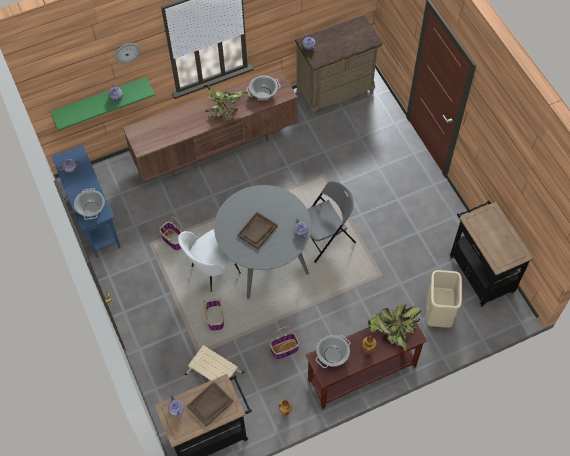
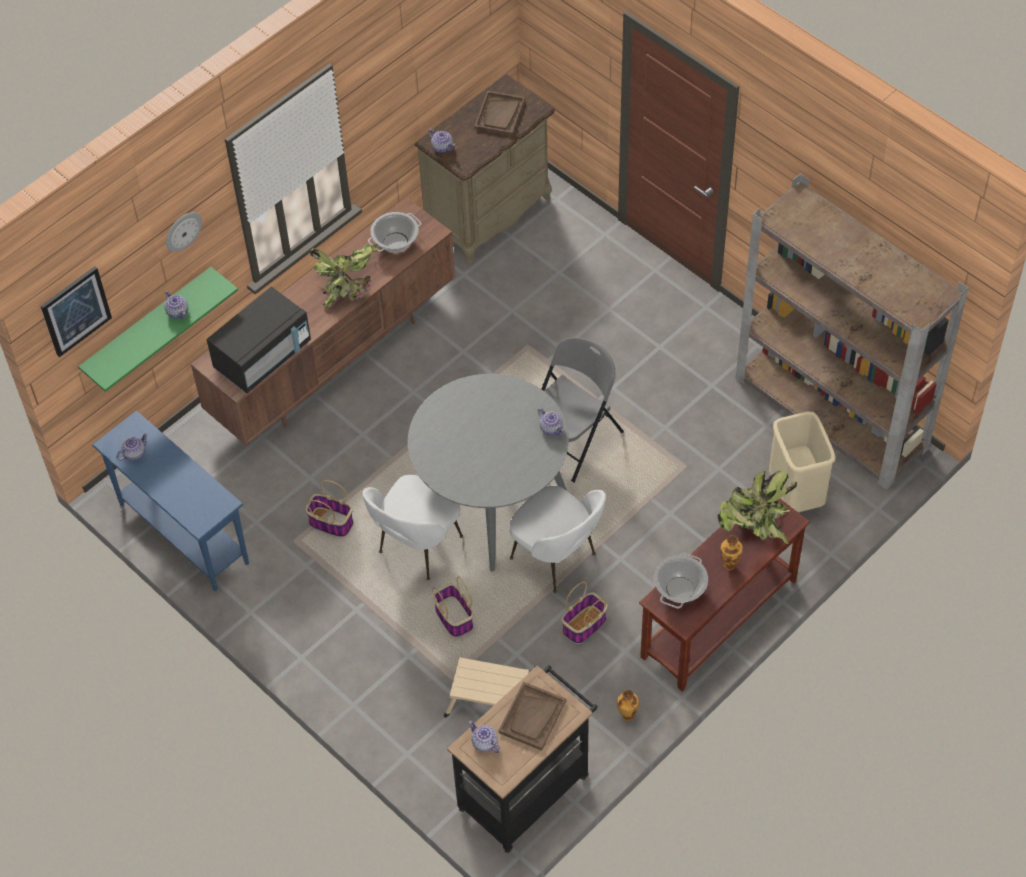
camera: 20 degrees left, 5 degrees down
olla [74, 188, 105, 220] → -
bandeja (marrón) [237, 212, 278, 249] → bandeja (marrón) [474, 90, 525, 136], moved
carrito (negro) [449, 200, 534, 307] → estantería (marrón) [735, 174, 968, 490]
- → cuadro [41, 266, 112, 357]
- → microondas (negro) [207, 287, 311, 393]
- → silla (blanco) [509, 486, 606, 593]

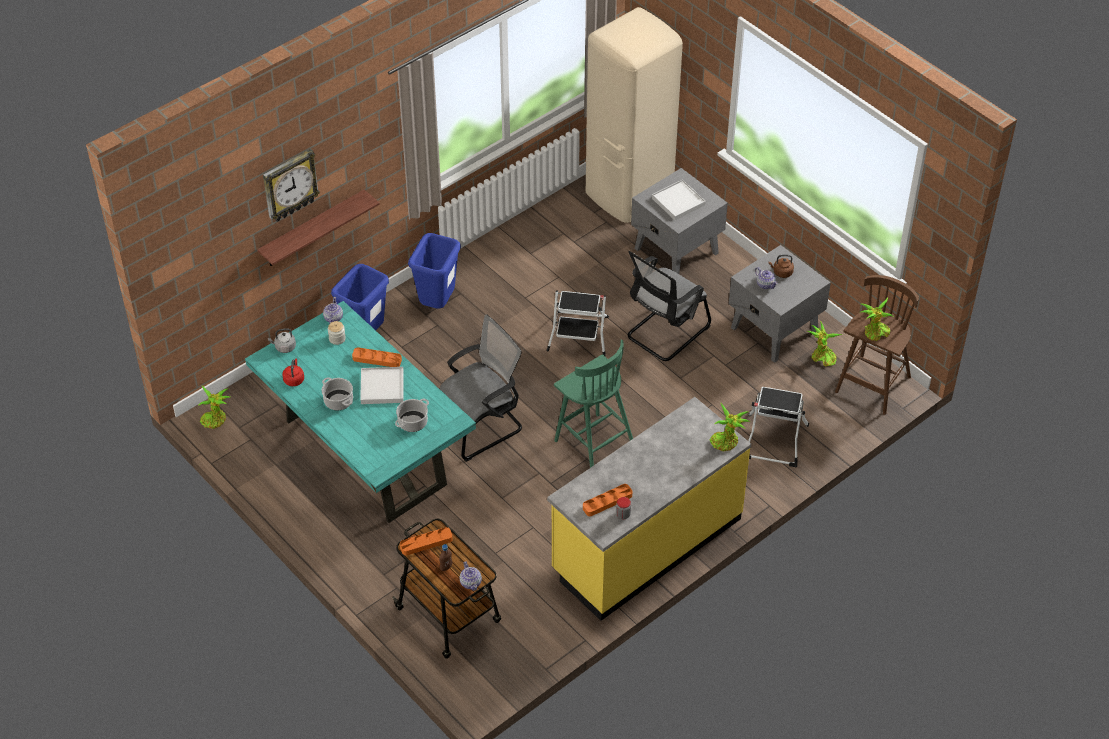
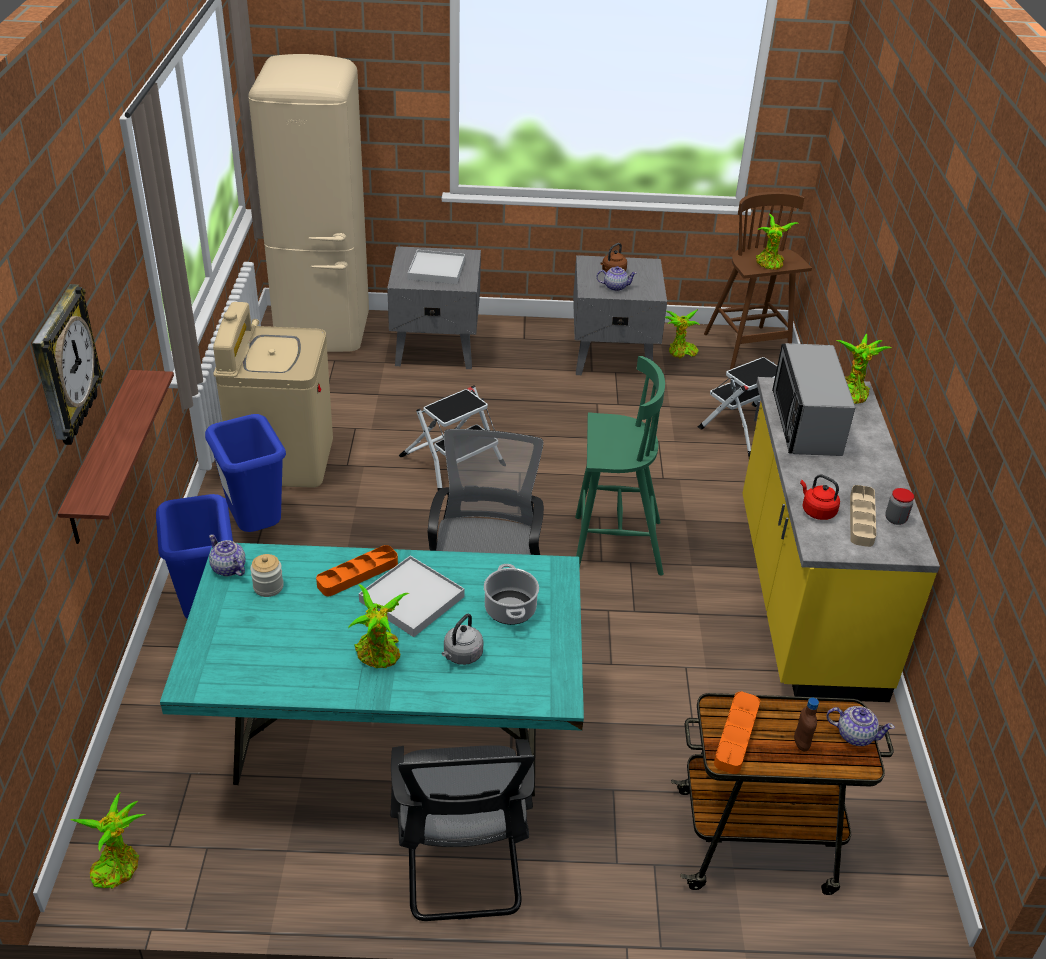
camera: 50 degrees left, 10 degrees down
hervidor (gris) [268, 328, 296, 353] → hervidor (gris) [441, 614, 483, 665], moved
hervidor (rojo) [282, 359, 304, 386] → hervidor (rojo) [800, 475, 840, 520], moved
olla [322, 377, 353, 410] → planta en maceta [348, 584, 409, 668]
bandeja (naranja) [583, 484, 632, 516] → bandeja (beis) [850, 485, 876, 547]
silla [628, 251, 711, 361] → silla [390, 739, 535, 921], moved
- → lavadora (beis) [213, 302, 333, 488]
- → microondas [772, 343, 855, 456]

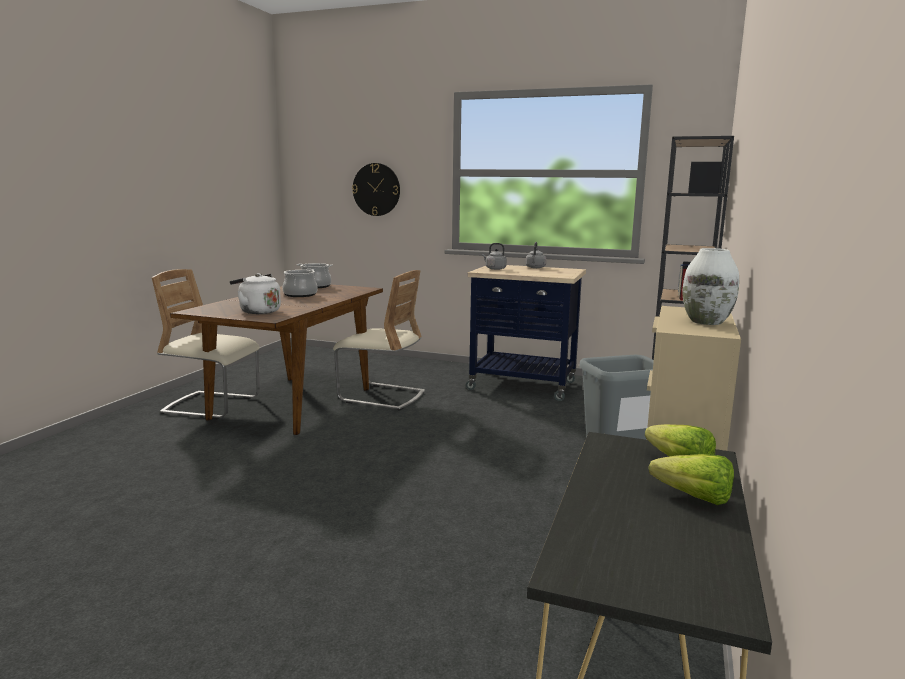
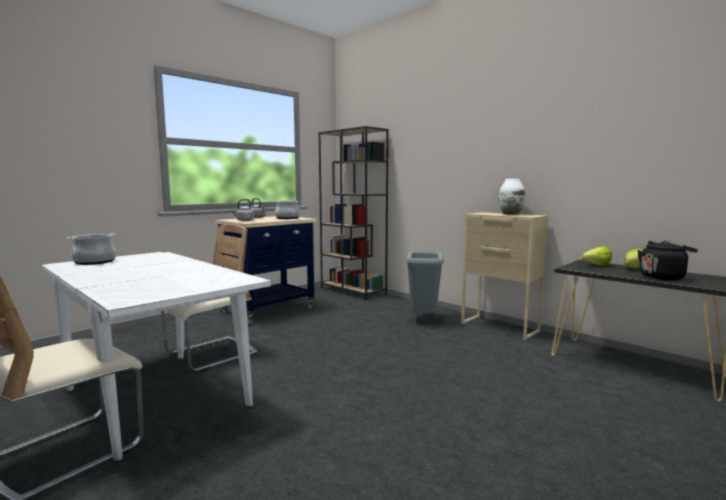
camera: 65 degrees left, 5 degrees down
mesa de comedor (marrón) [170, 284, 383, 435] → mesa de comedor (blanco) [42, 251, 271, 461]
hervidor (blanco) [230, 273, 281, 314] → -
olla [282, 269, 317, 297] → olla [275, 200, 300, 219], moved
reloj de pared [352, 163, 400, 216] → -
- → hervidor (negro) [637, 241, 698, 280]

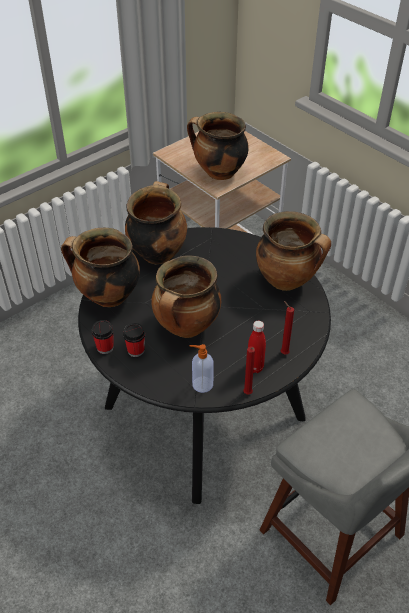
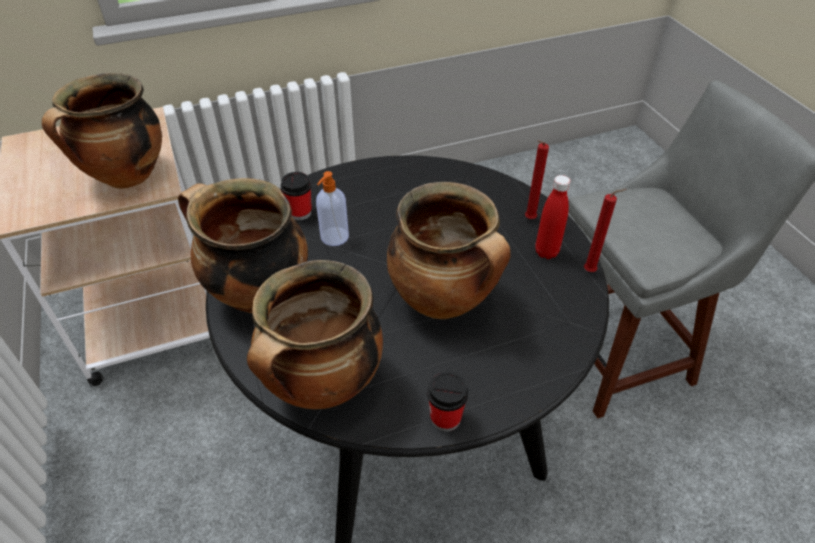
camera: 70 degrees left, 0 degrees up
taza [123, 323, 145, 357] → taza [281, 172, 312, 220], moved
dispensador de jabón [190, 344, 214, 393] → dispensador de jabón [316, 171, 349, 246], moved
olla [256, 211, 331, 291] → -

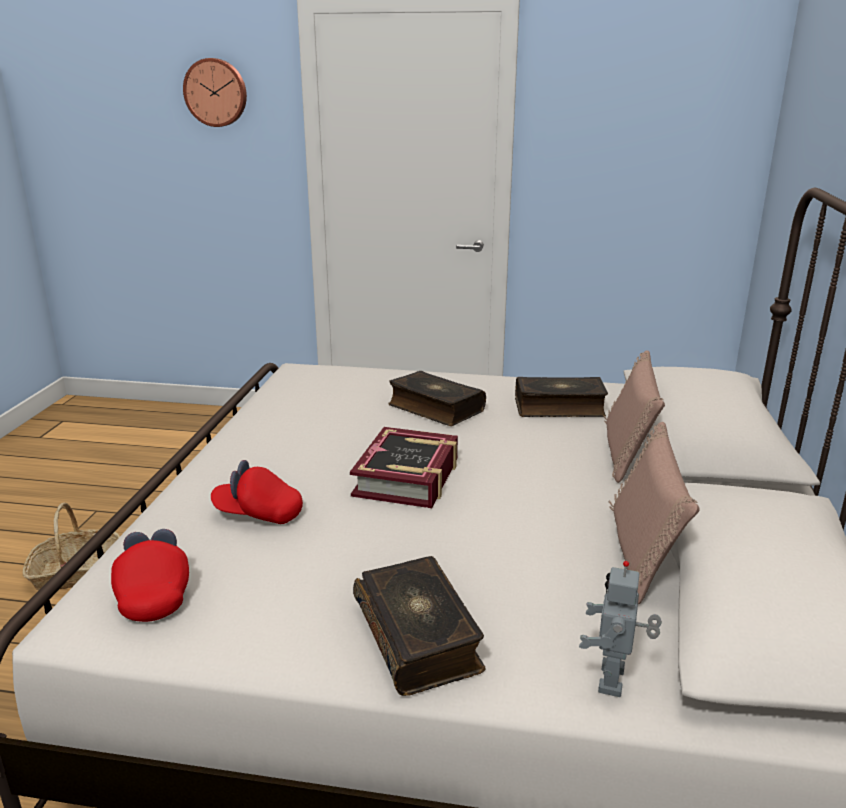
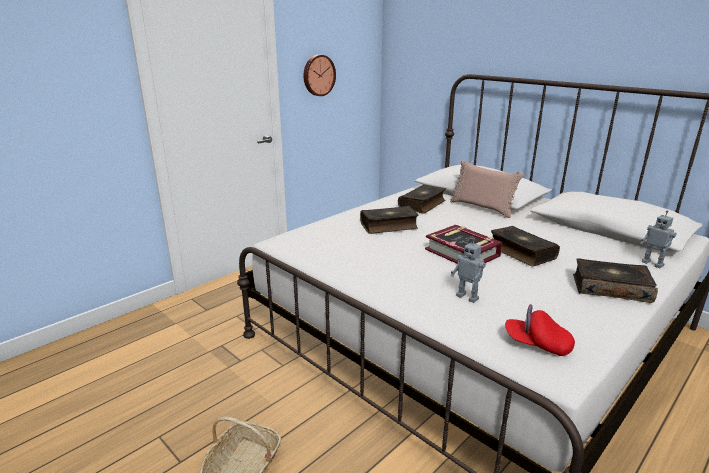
camera: 55 degrees left, 0 degrees up
reloj de pared [183, 58, 247, 127] → reloj de pared [303, 55, 336, 96], moved
gorra (rojo) [211, 460, 303, 524] → robot de juguete [451, 238, 486, 303]
cojín (beis) [609, 422, 700, 604] → -
- → libro [491, 226, 560, 267]

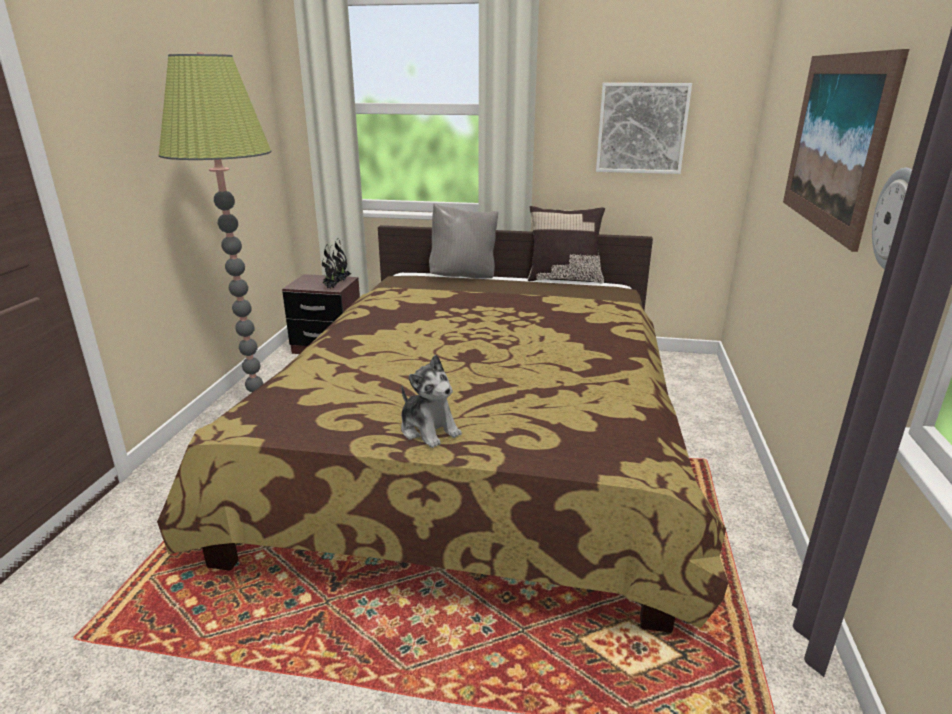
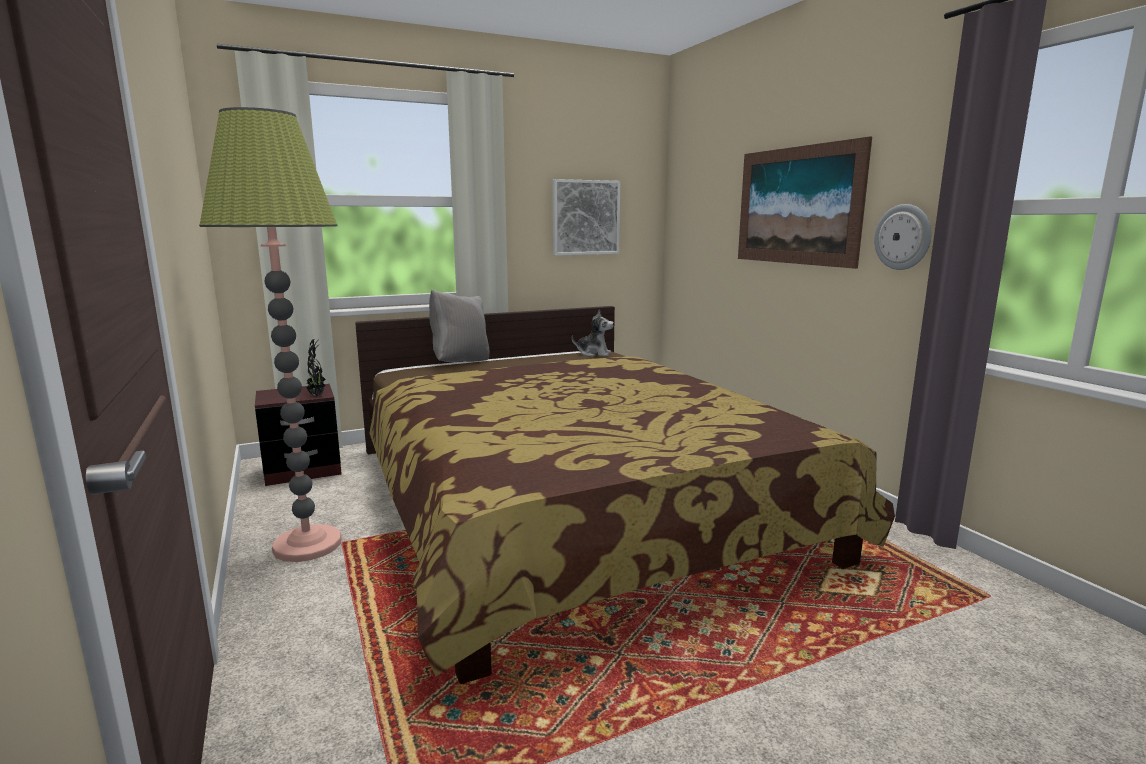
camera: 35 degrees left, 10 degrees down
peluche [401, 355, 462, 448] → peluche [572, 309, 614, 357], moved
cojín [528, 206, 605, 283] → -

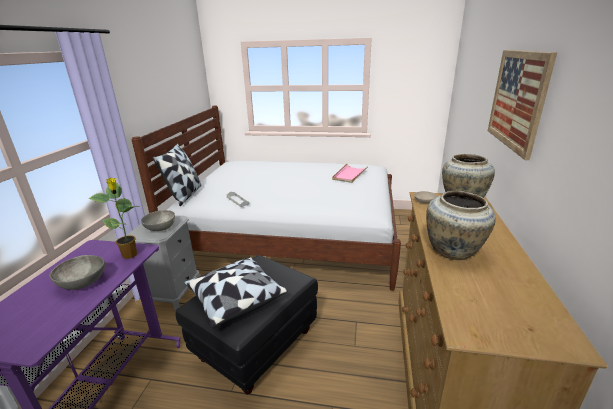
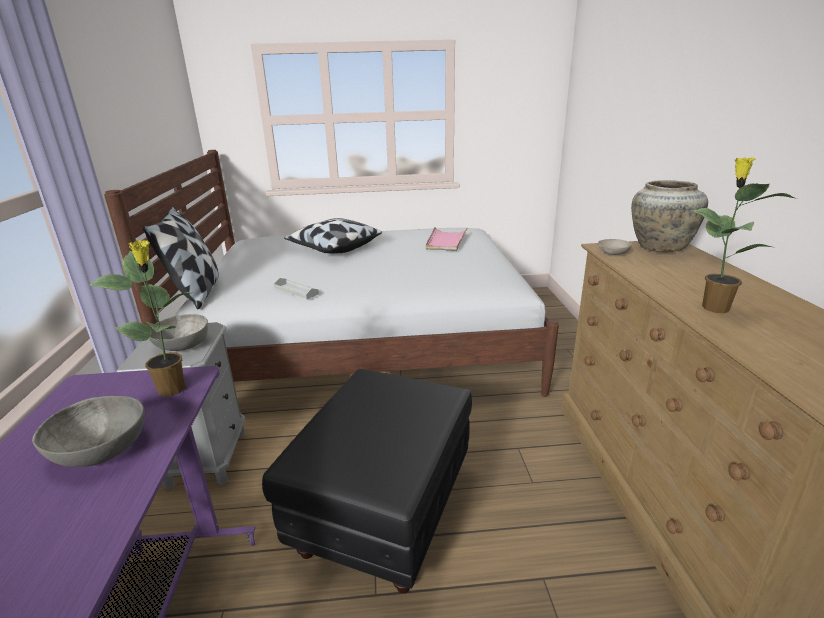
camera: 15 degrees left, 0 degrees up
cojín [184, 257, 288, 328] → cojín [284, 218, 382, 254], moved
florero (beis) [426, 191, 496, 260] → planta en maceta [691, 157, 798, 313]
cuadro [488, 50, 557, 160] → -

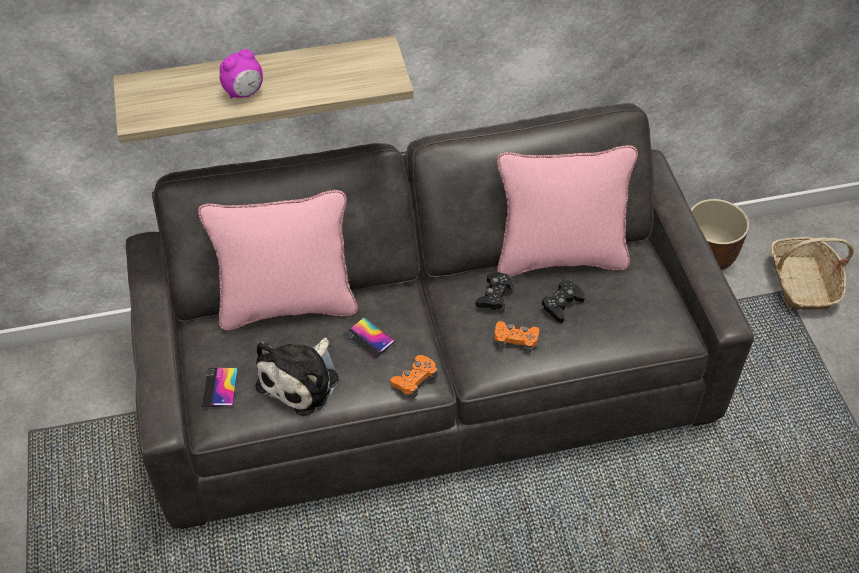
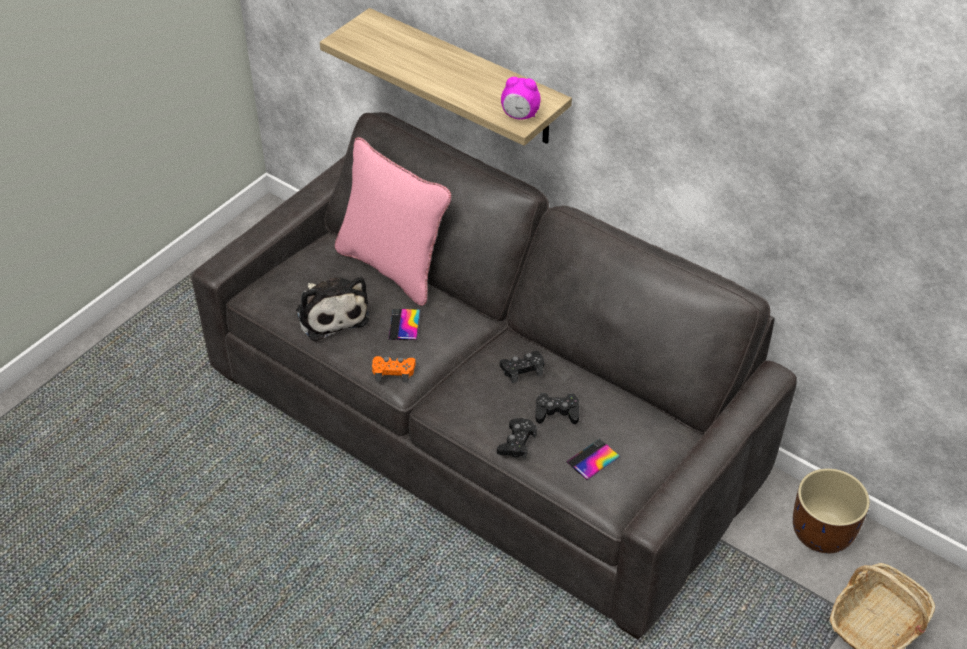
camera: 50 degrees right, 5 degrees down
móvil [202, 368, 238, 407] → móvil [566, 439, 620, 480], moved
despertador [220, 49, 263, 98] → despertador [501, 77, 540, 120], moved
peluche [256, 338, 339, 416] → peluche [296, 277, 369, 341], 105 degrees counterclockwise
mando de consola (naranja) [494, 321, 539, 353] → -
cojín (rosa) [497, 145, 638, 277] → -
- → mando de consola (negro) [497, 418, 537, 459]

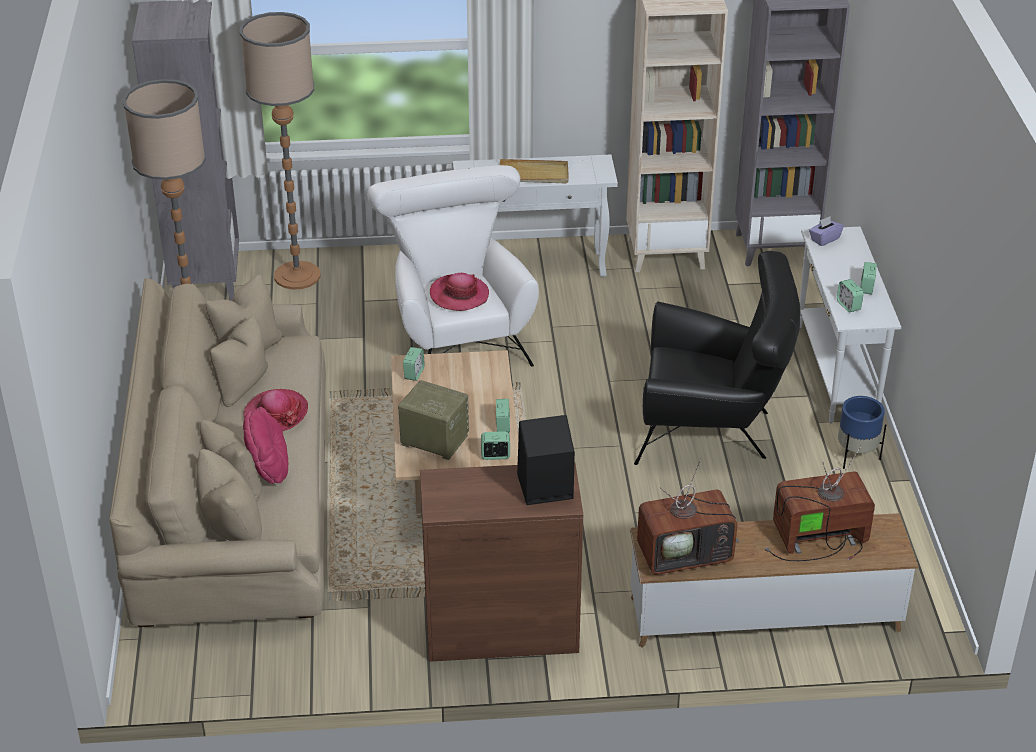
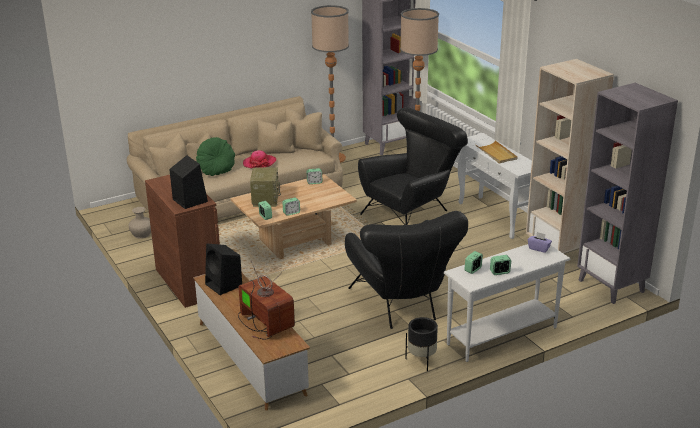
camera: 65 degrees right, 10 degrees down
cojín (rosa) [243, 407, 288, 484] → cojín (verde) [196, 137, 235, 176]
sillón (blanco) [367, 165, 539, 367] → sillón (negro) [358, 107, 468, 225]
sombrero [430, 273, 489, 311] → -
televisor [637, 458, 740, 575] → altavoz (negro) [205, 244, 242, 295]
maceta (azul) [838, 396, 886, 469] → maceta (negro) [405, 317, 438, 371]
- → florero (beis) [129, 207, 151, 239]

